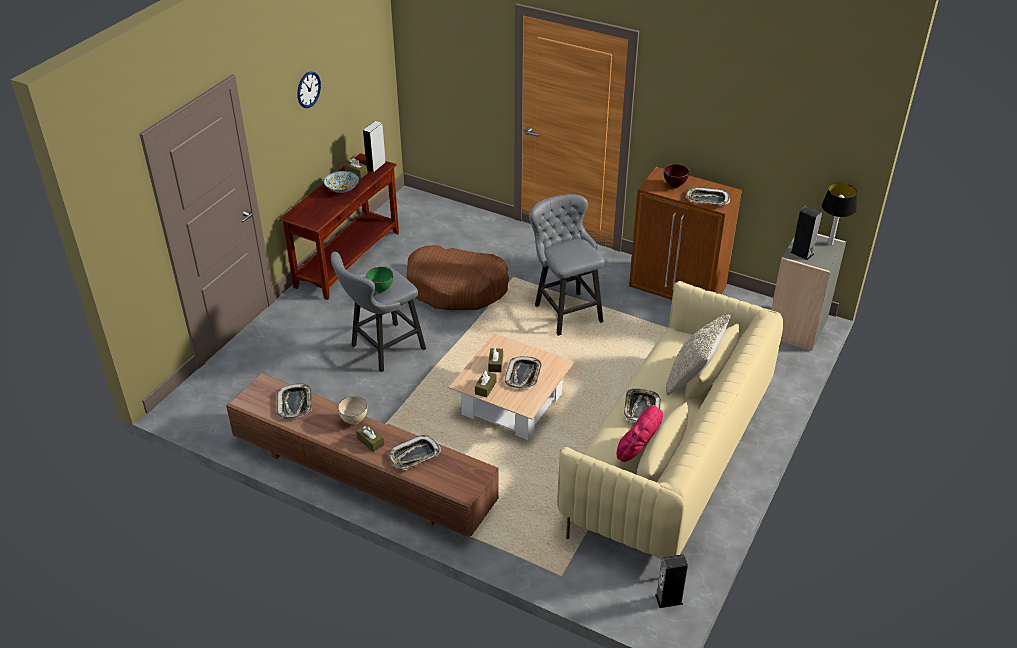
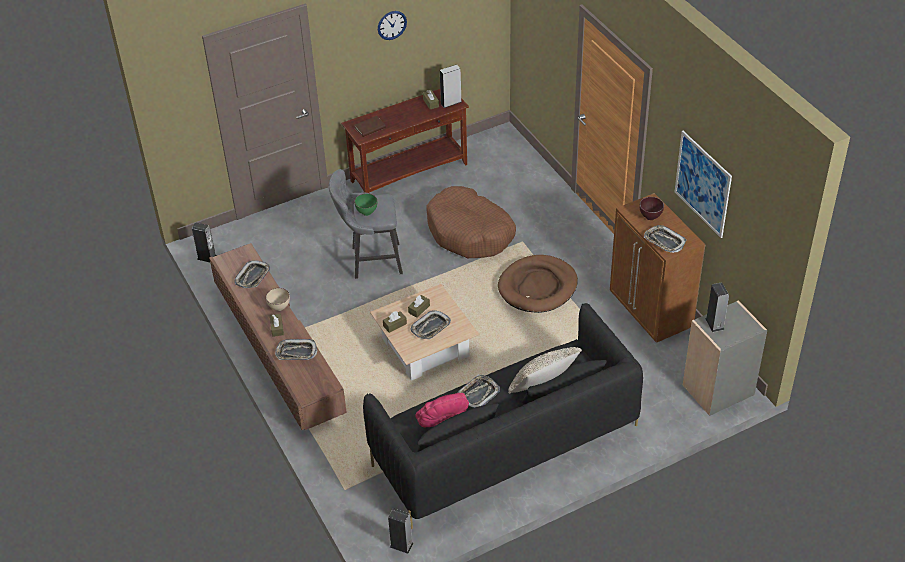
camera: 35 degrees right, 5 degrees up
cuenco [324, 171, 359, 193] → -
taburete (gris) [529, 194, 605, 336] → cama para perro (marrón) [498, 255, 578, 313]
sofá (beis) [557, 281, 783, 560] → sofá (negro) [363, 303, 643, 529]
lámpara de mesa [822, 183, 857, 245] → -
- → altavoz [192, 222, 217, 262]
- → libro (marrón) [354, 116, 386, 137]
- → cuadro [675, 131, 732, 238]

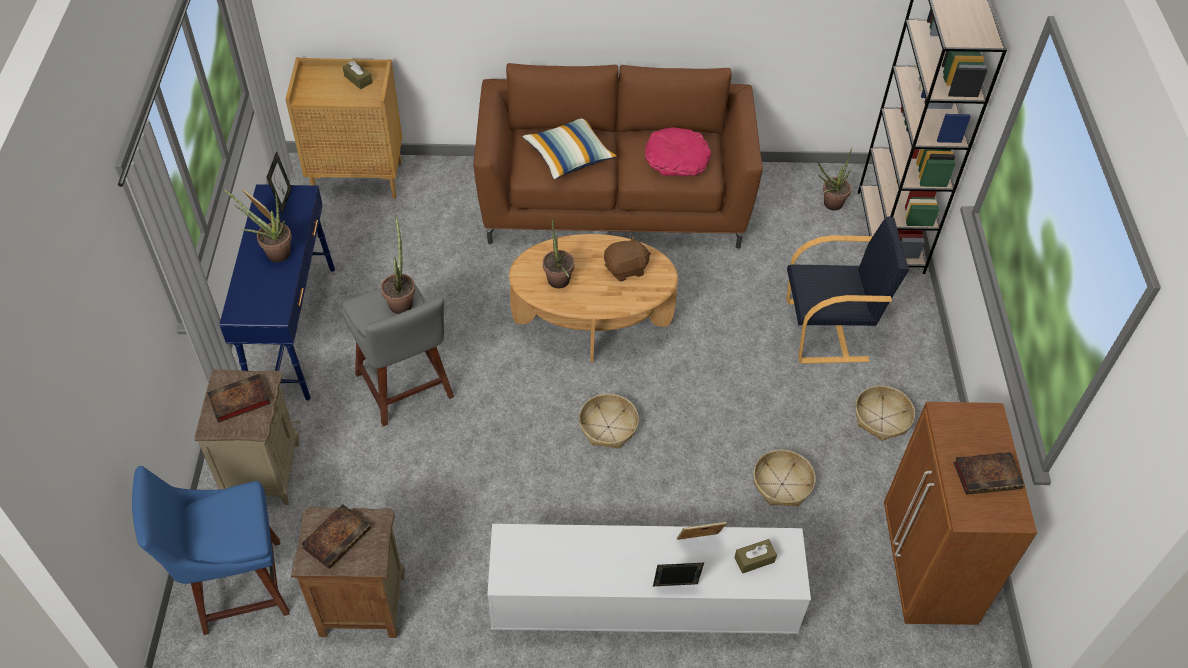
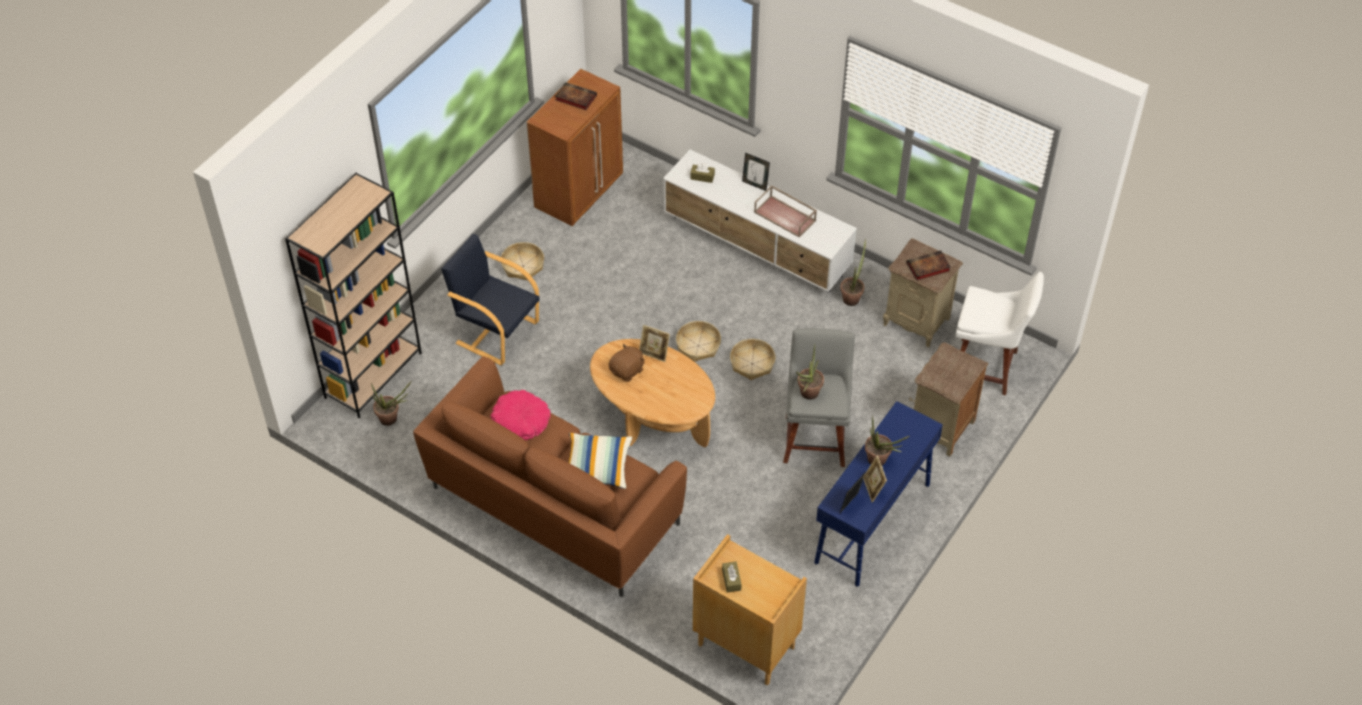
camera: 145 degrees left, 0 degrees up
taburete (azul) [132, 466, 290, 635] → taburete (blanco) [955, 272, 1044, 396]
libro [207, 374, 271, 423] → -
planta en maceta [543, 217, 575, 288] → planta en maceta [840, 239, 866, 306], moved
peluche (marrón) [604, 235, 651, 281] → peluche (marrón) [608, 343, 645, 382], 120 degrees clockwise
portarretratos [677, 522, 727, 540] → portarretratos [639, 325, 670, 362], moved
cesta [754, 450, 816, 506] → cesta [730, 339, 775, 380], moved
- → bandeja (marrón) [754, 185, 817, 238]

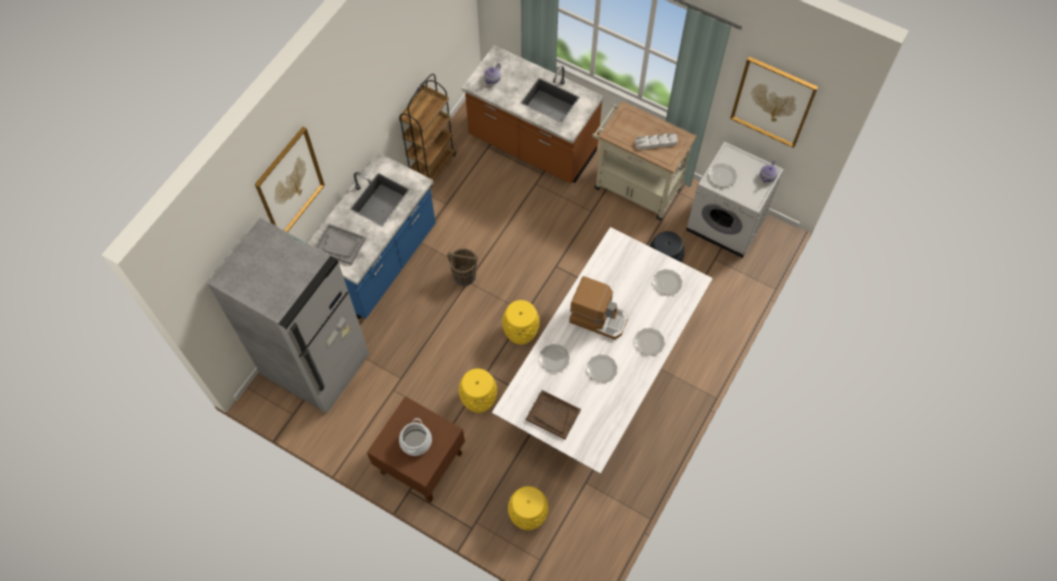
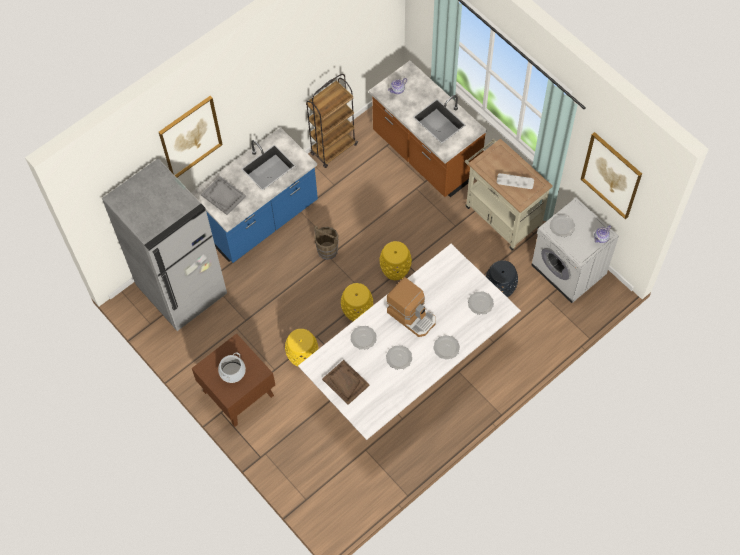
camera: 20 degrees right, 0 degrees up
taburete (amarillo) [508, 486, 549, 530] → taburete (amarillo) [380, 241, 412, 280], moved

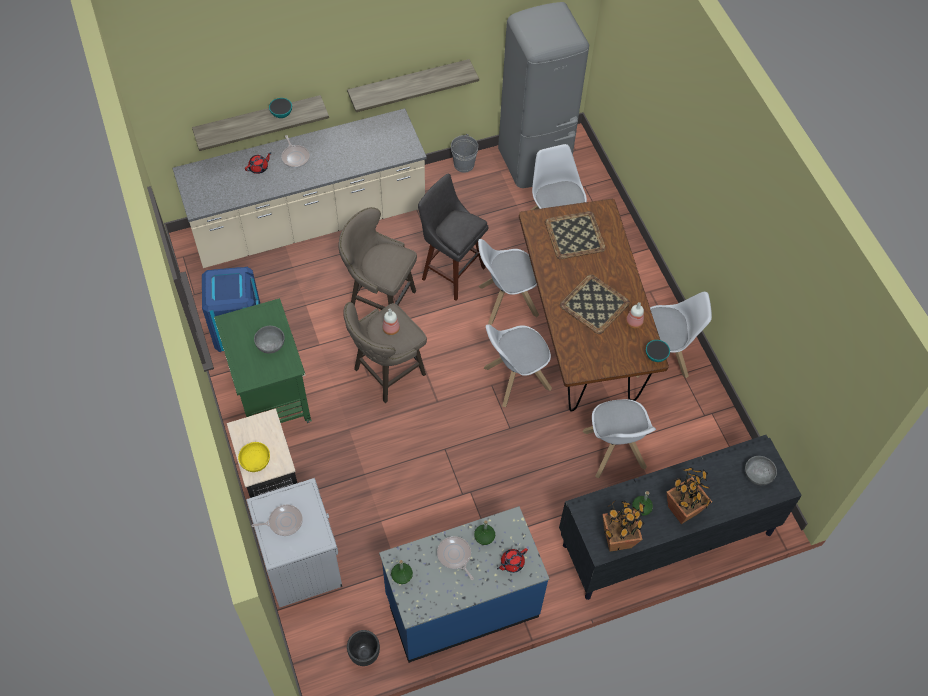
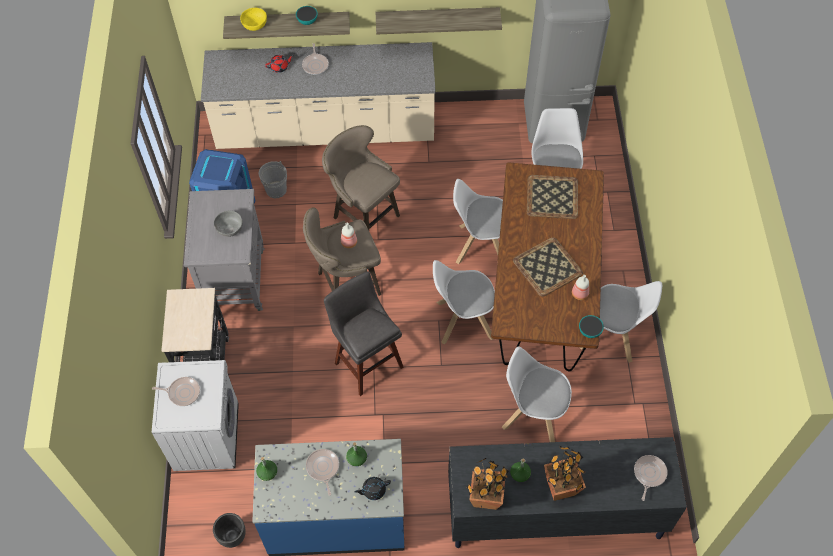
camera: 20 degrees right, 0 degrees up
carrito (verde) [214, 298, 312, 423] → carrito (gris) [184, 189, 265, 311]
cuenco (amarillo) [238, 442, 270, 472] → cuenco (amarillo) [240, 8, 267, 31], moved
taburete (gris) [418, 173, 488, 301] → taburete (gris) [324, 272, 404, 396], moved
cubo (gris) [451, 134, 478, 173] → cubo (gris) [259, 161, 287, 198], moved
tetera (rojo) [497, 548, 528, 573] → tetera (negro) [354, 477, 391, 500]
silla [582, 399, 656, 479] → silla [502, 347, 572, 442], 105 degrees clockwise
cuenco (gris) [745, 456, 777, 485] → sartén [634, 455, 668, 501]

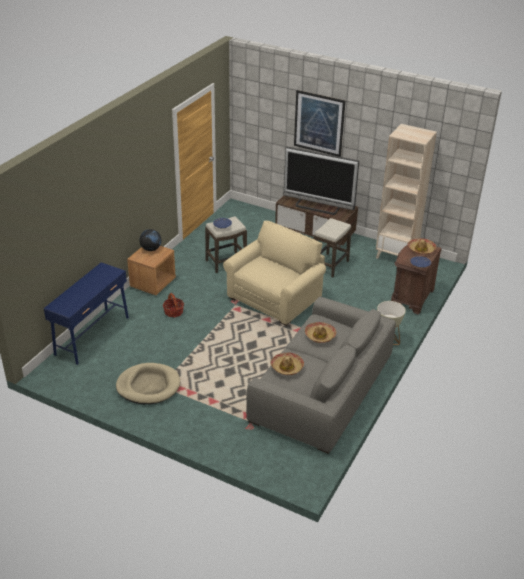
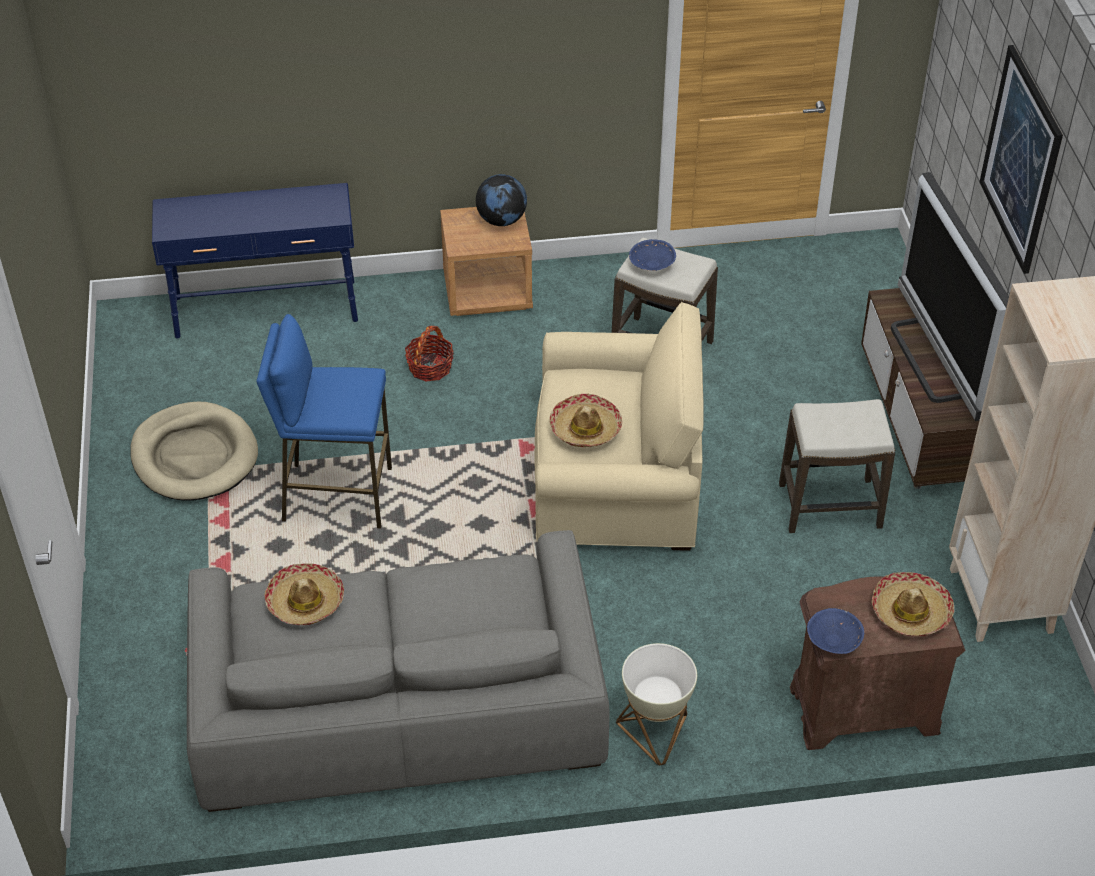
camera: 55 degrees right, 10 degrees up
sombrero [305, 322, 336, 343] → sombrero [549, 394, 622, 447], moved
- → taburete (azul) [257, 314, 392, 528]

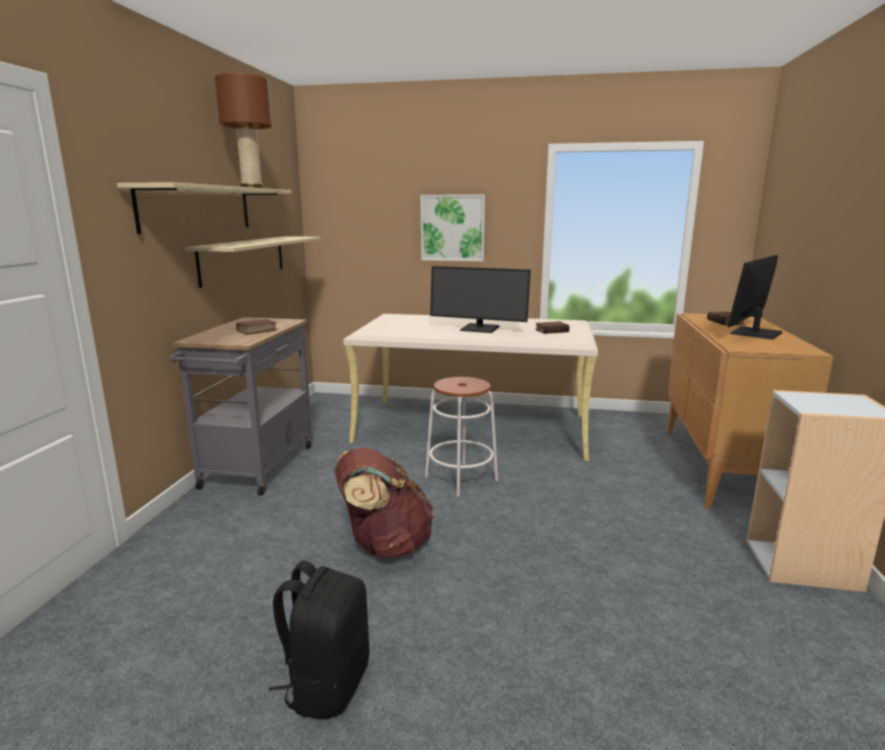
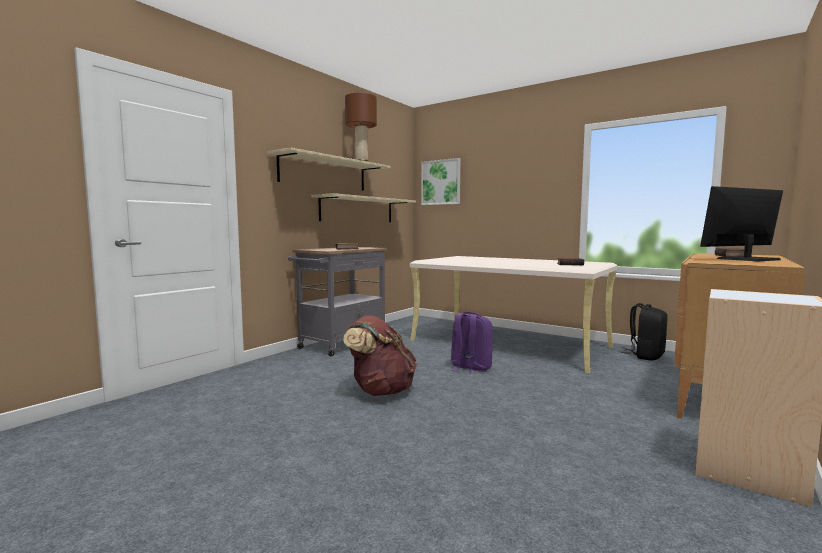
camera: 25 degrees right, 10 degrees down
mochila (negro) [269, 561, 369, 719] → mochila (negro) [621, 303, 668, 360], moved
cuadro [421, 194, 485, 261] → cuadro [421, 158, 460, 205], moved
taburete (blanco) [425, 377, 498, 497] → mochila (morado) [451, 312, 493, 374]
monitor [430, 266, 531, 333] → -

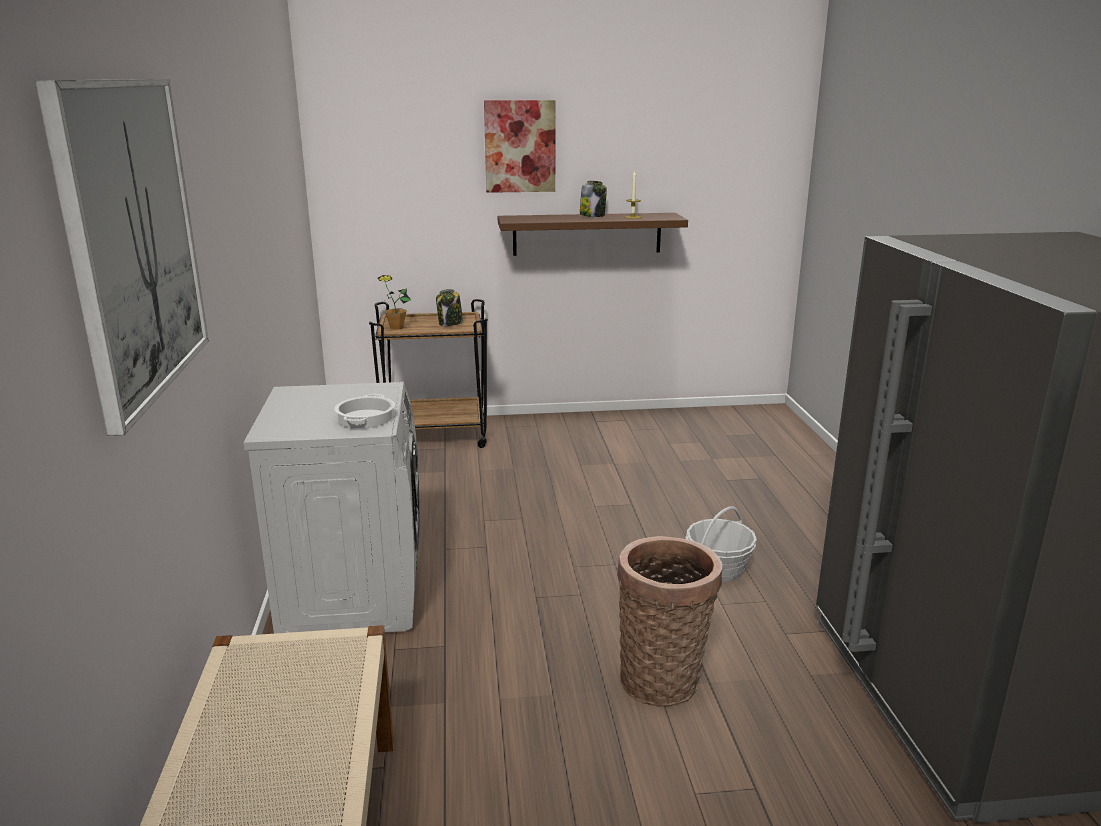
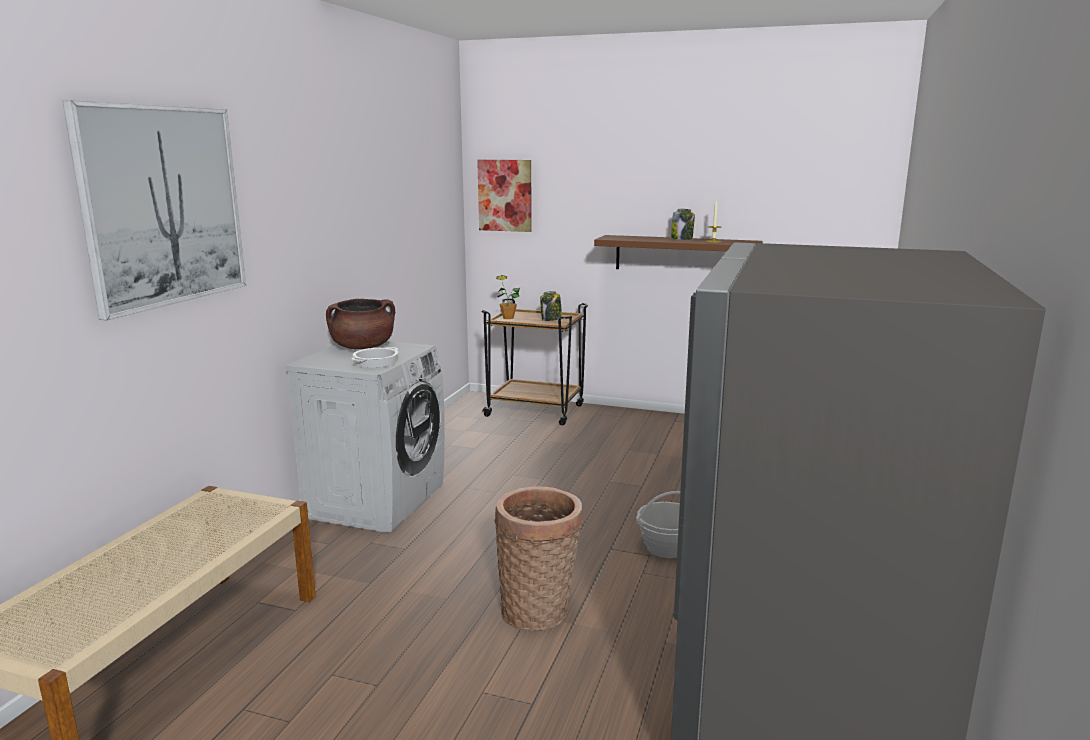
camera: 25 degrees right, 5 degrees down
cuadro [484, 100, 556, 193] → cuadro [477, 160, 532, 232], moved
- → olla (marrón) [326, 299, 395, 349]

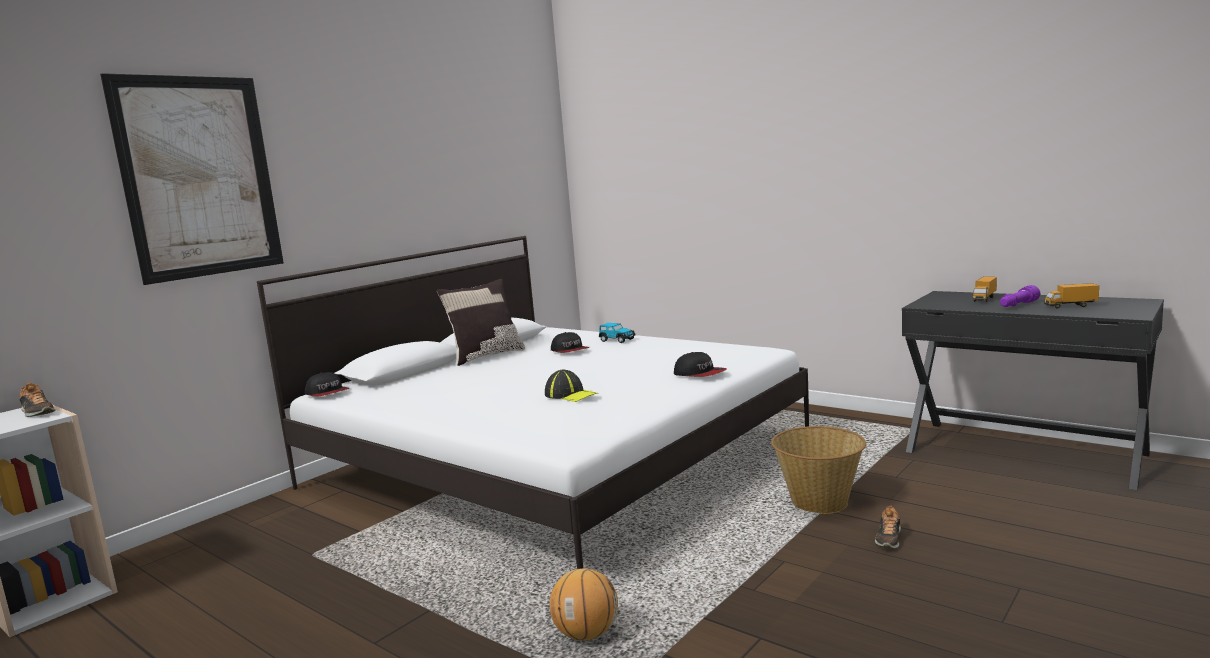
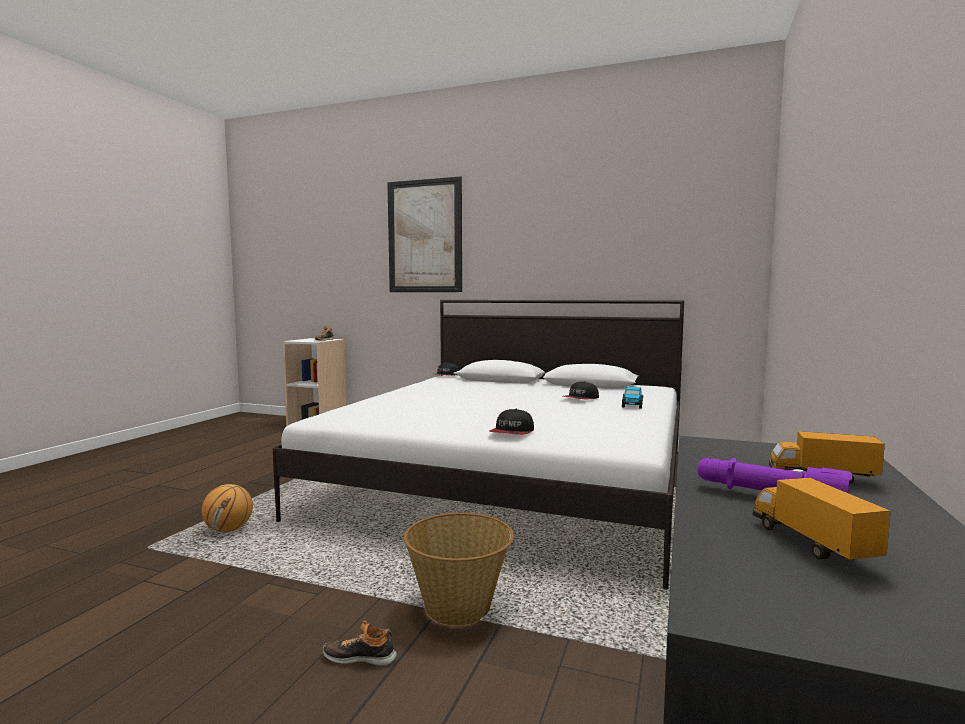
camera: 70 degrees right, 5 degrees down
cojín [437, 279, 525, 366] → -
gorra [545, 370, 598, 402] → -

